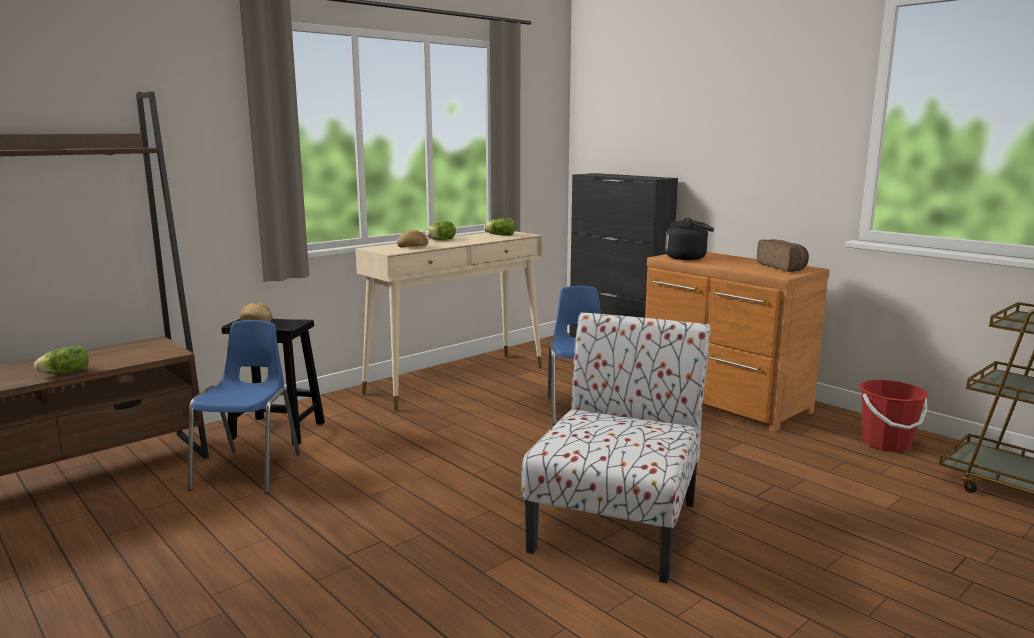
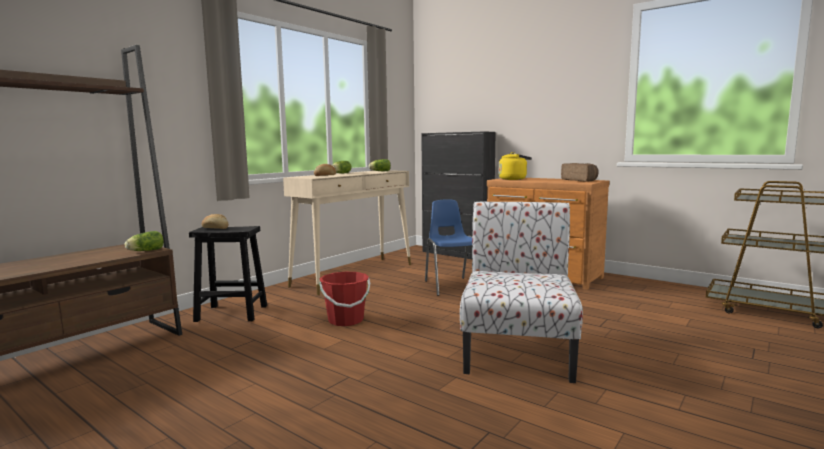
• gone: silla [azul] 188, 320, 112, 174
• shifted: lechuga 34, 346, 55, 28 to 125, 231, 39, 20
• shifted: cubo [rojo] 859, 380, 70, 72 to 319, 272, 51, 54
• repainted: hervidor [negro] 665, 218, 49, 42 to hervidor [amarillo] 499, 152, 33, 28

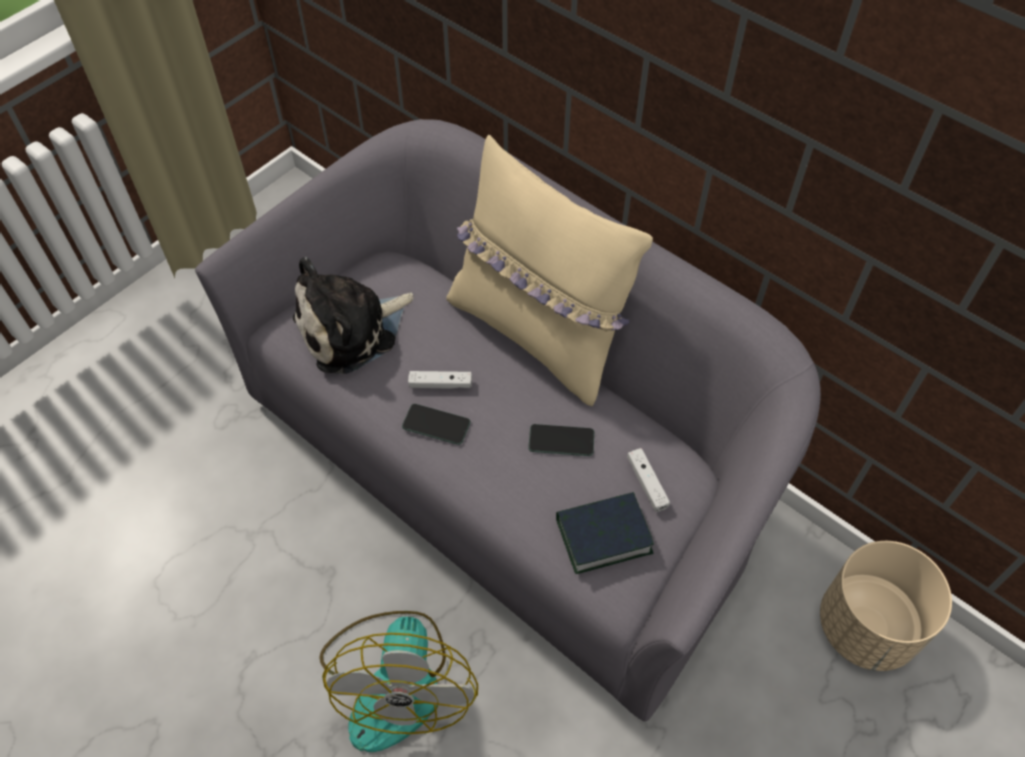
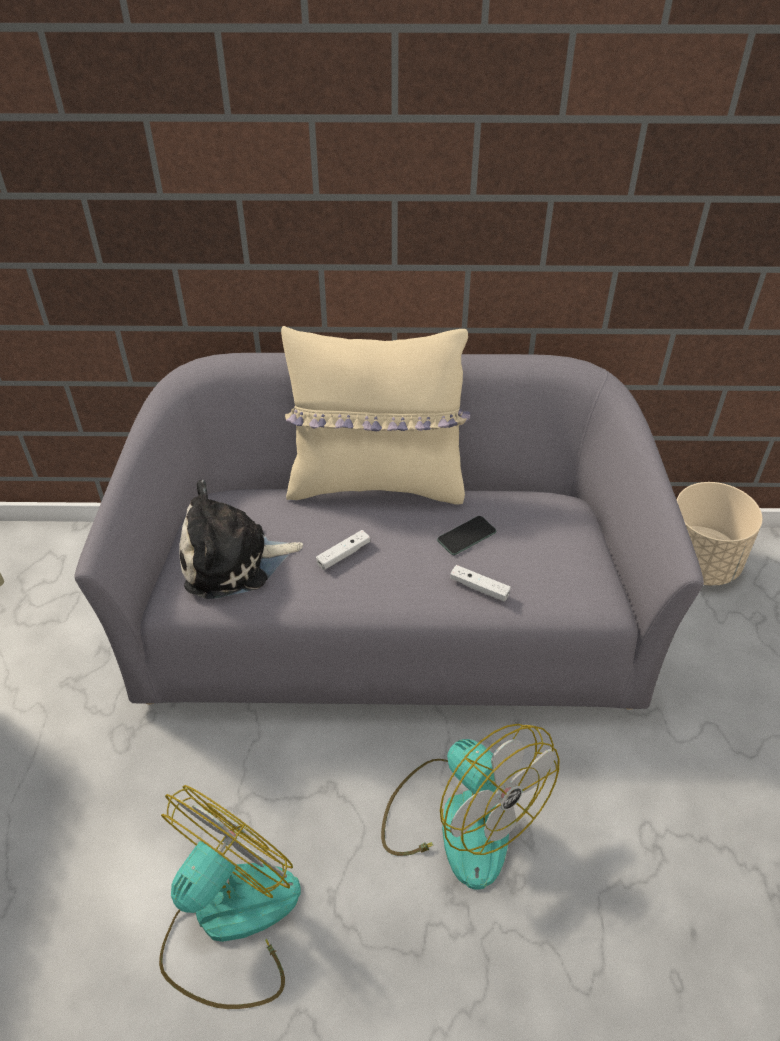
• gone: móvil 402, 404, 69, 41
• gone: libro 556, 492, 98, 82
• new: ventilador 159, 785, 142, 224
• shifted: mando de consola [blanco] 627, 448, 43, 64 to 450, 565, 61, 36
• rotated: peluche 293, 257, 121, 117 = 179, 480, 124, 119 60 degrees clockwise

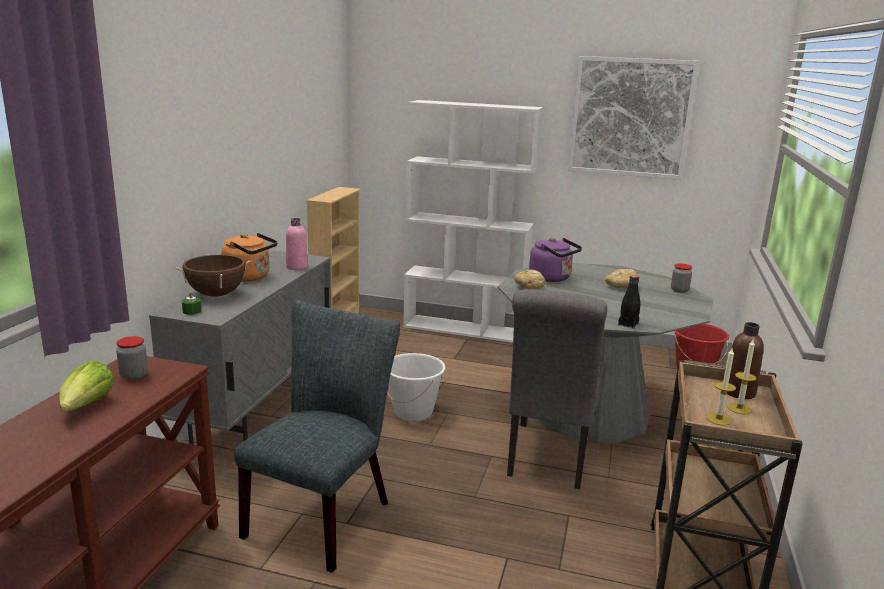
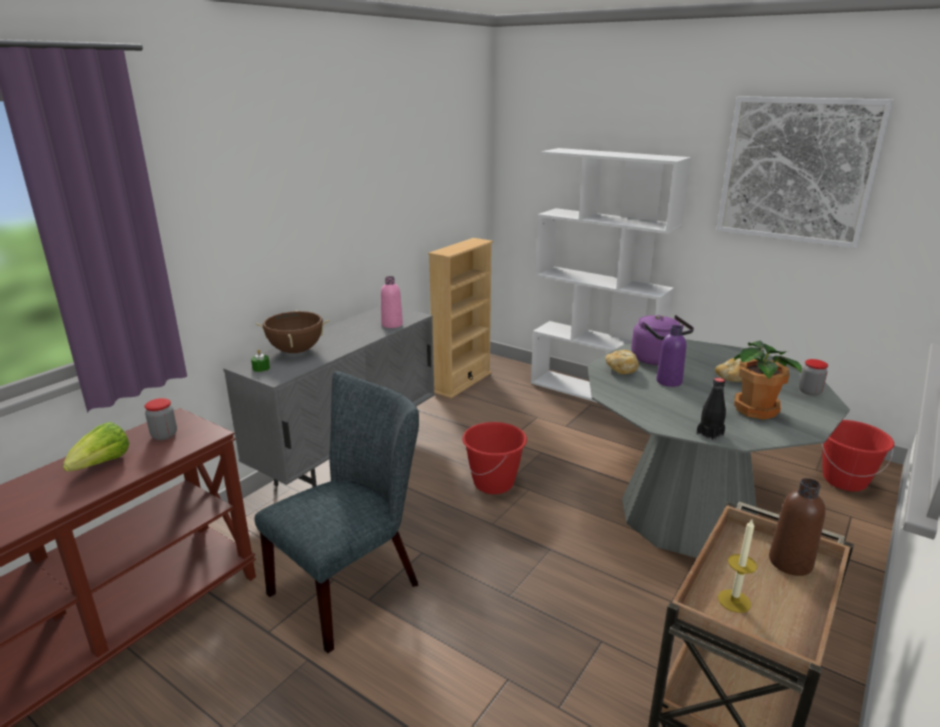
• gone: hervidor [naranja] 221, 233, 57, 49
• gone: silla [gris] 507, 289, 100, 200
• gone: vela 727, 340, 30, 74
• new: botella [morado] 656, 325, 30, 62
• new: planta en maceta 734, 340, 68, 80
• repainted: cubo [blanco] 387, 353, 58, 68 to cubo [rojo] 462, 422, 65, 72

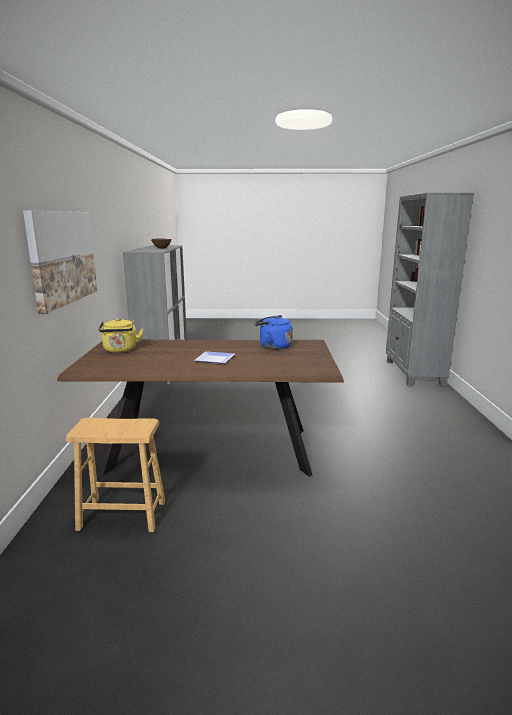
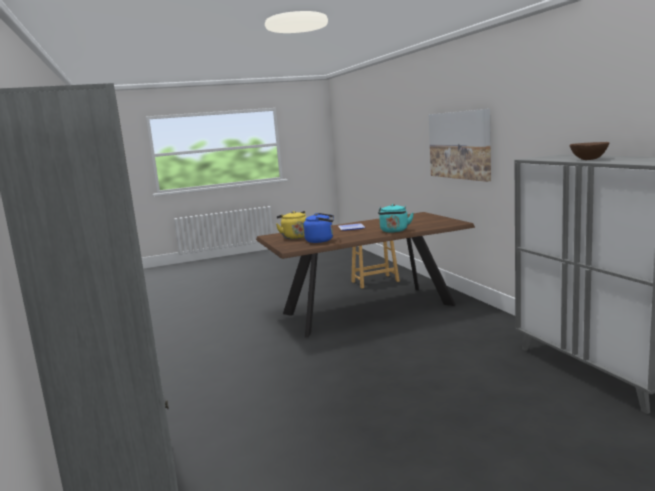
• new: hervidor [turquesa] 378, 204, 36, 29
• shifted: hervidor [amarillo] 98, 318, 45, 35 to 276, 211, 31, 28

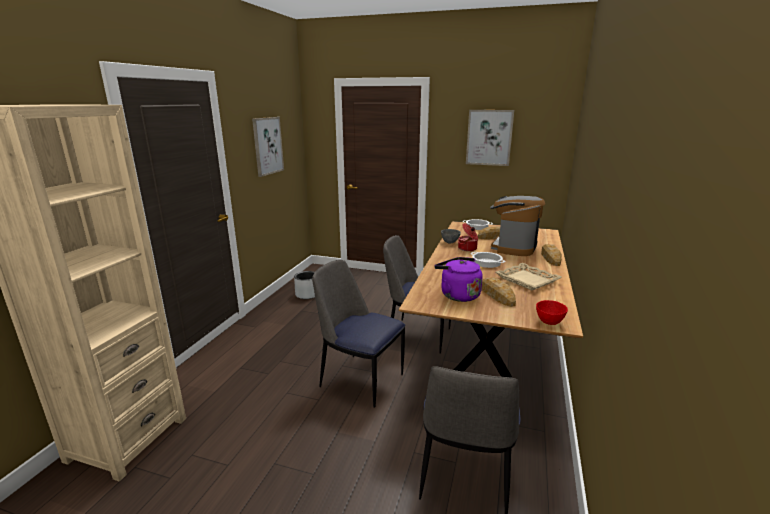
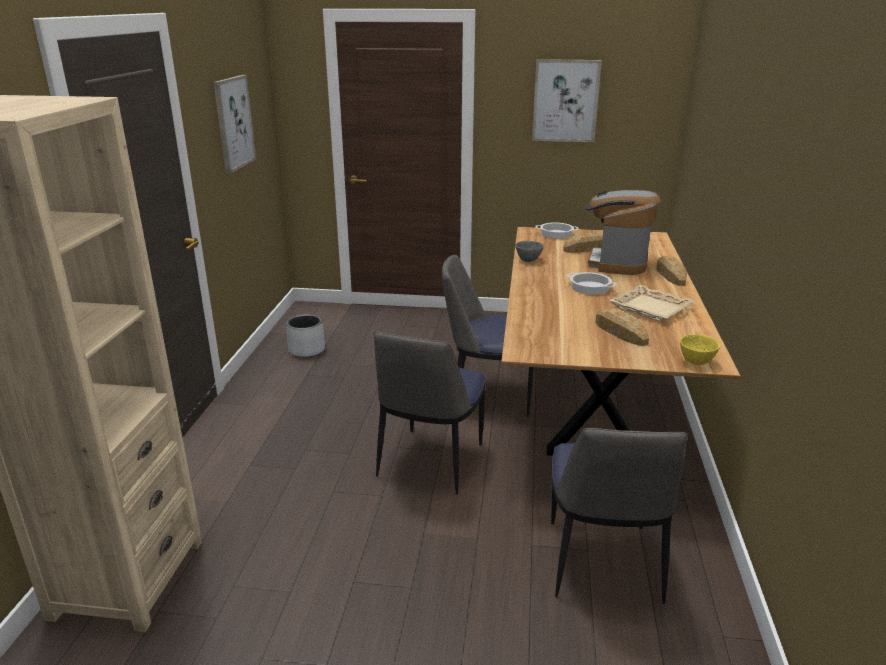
• gone: hervidor [morado] 435, 257, 47, 45
• gone: olla 458, 223, 20, 28
• repainted: cuenco [rojo] 536, 300, 32, 25 to cuenco [amarillo] 680, 334, 40, 31
• rotated: silla 312, 260, 93, 148 = 374, 332, 112, 163 90 degrees counterclockwise

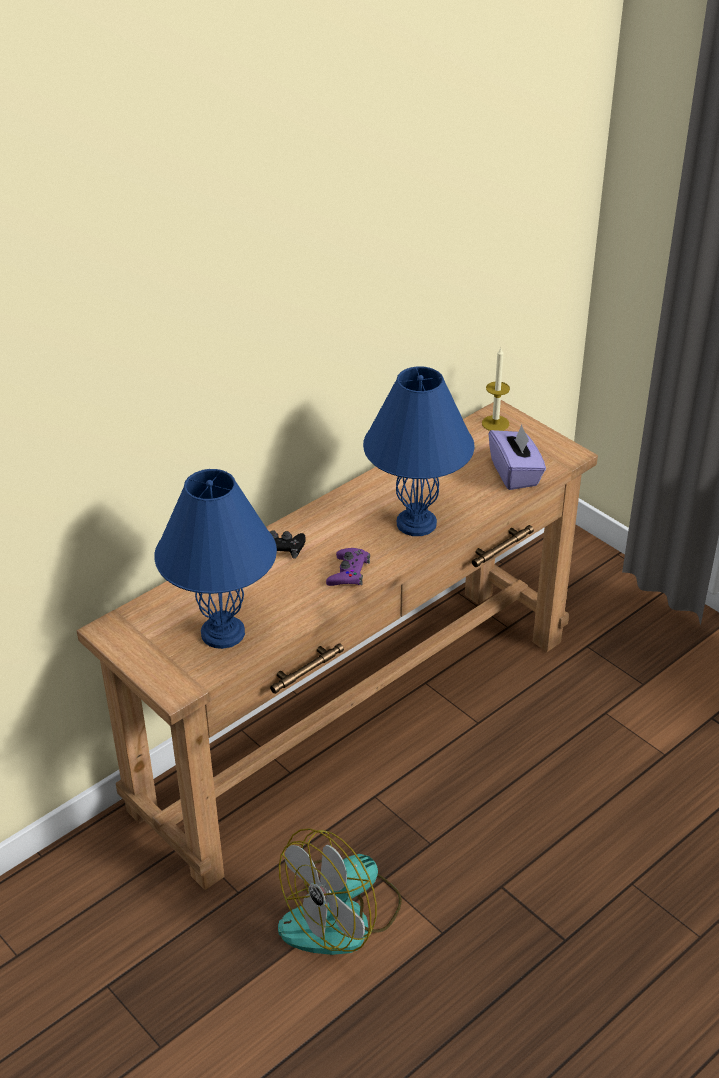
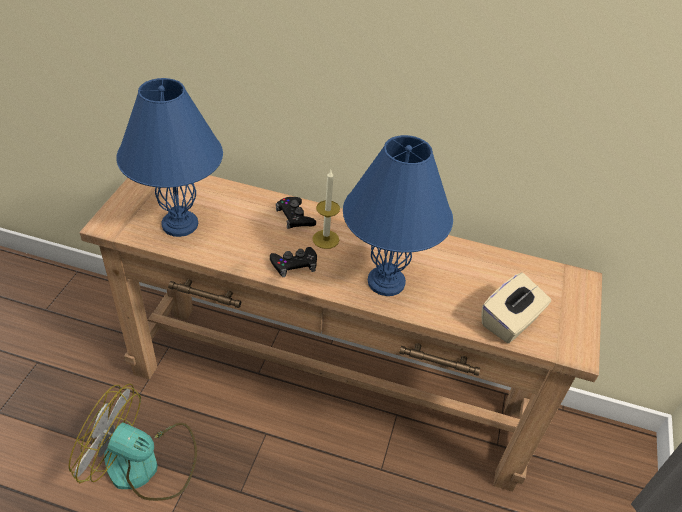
• shifted: vela 482, 348, 28, 83 to 313, 170, 27, 79
• repainted: mando de consola [morado] 326, 548, 44, 38 to mando de consola [negro] 270, 247, 47, 30
• repainted: caja de pañuelos [morado] 489, 425, 57, 65 to caja de pañuelos [beis] 481, 273, 70, 70

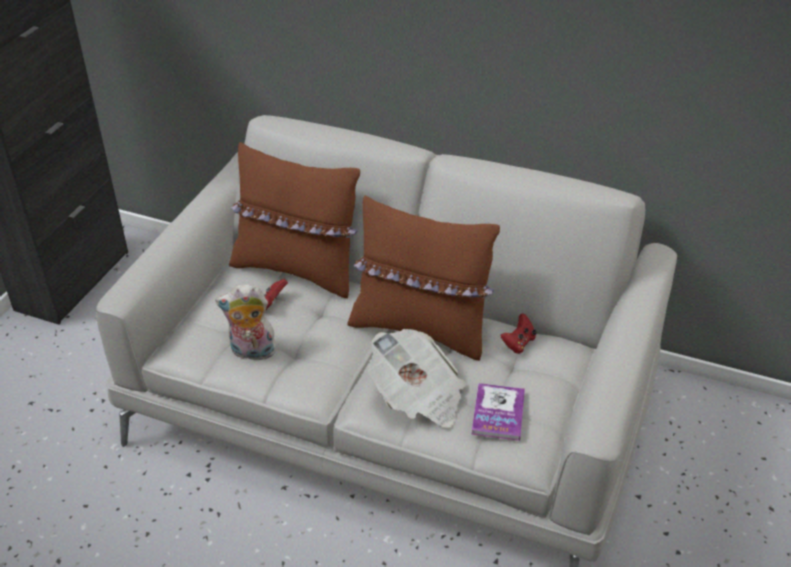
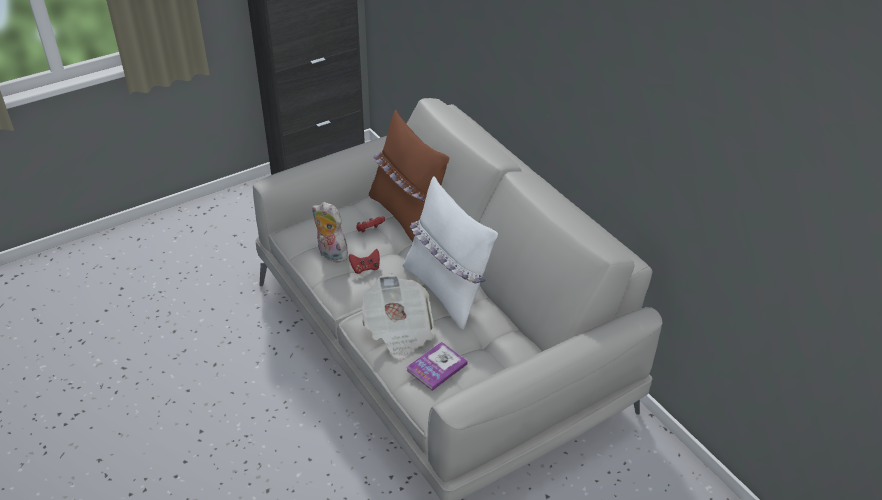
• shifted: mando de consola [rojo] 501, 313, 36, 41 to 349, 249, 31, 25
• repainted: cojín [marrón] 348, 195, 152, 165 to cojín [blanco] 403, 176, 95, 154

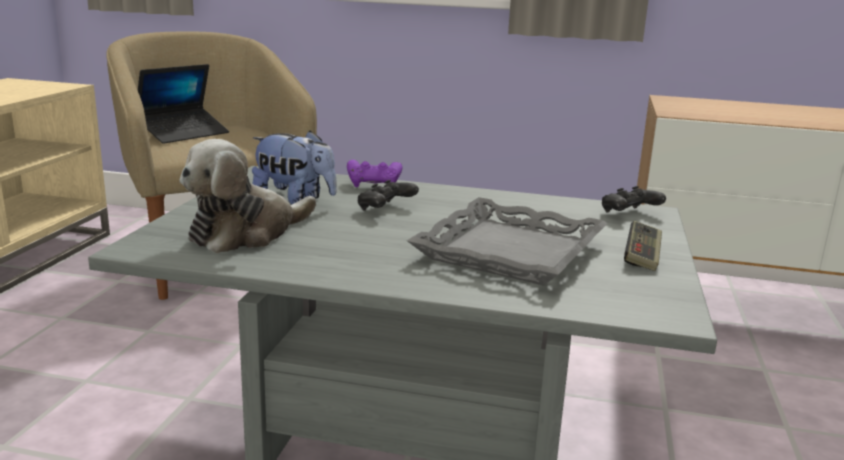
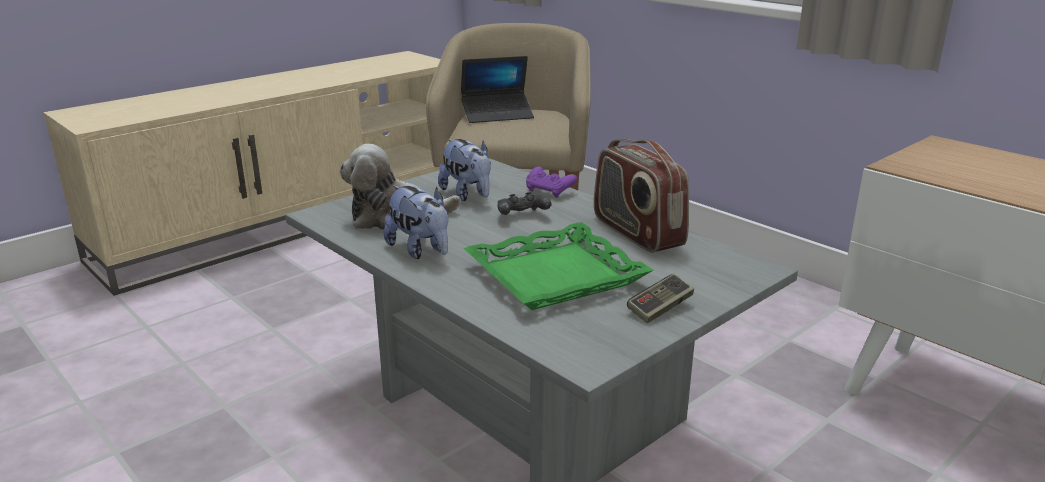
• gone: mando de consola [negro] 602, 186, 64, 27
• new: peluche 384, 186, 64, 73
• new: radio 594, 139, 95, 114
• repainted: bandeja [gris] 407, 197, 201, 88 to bandeja [verde] 464, 222, 189, 88

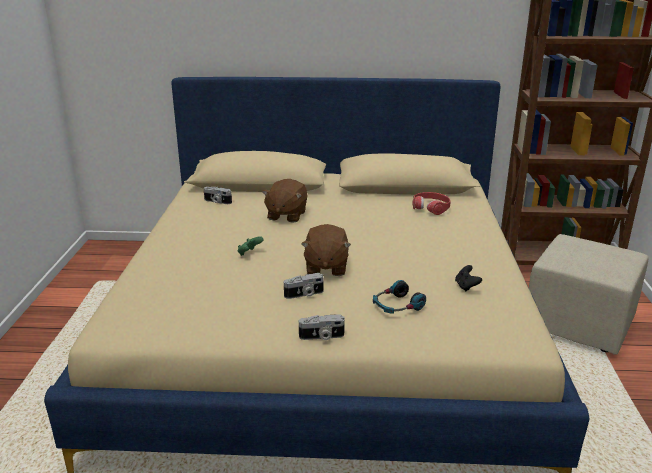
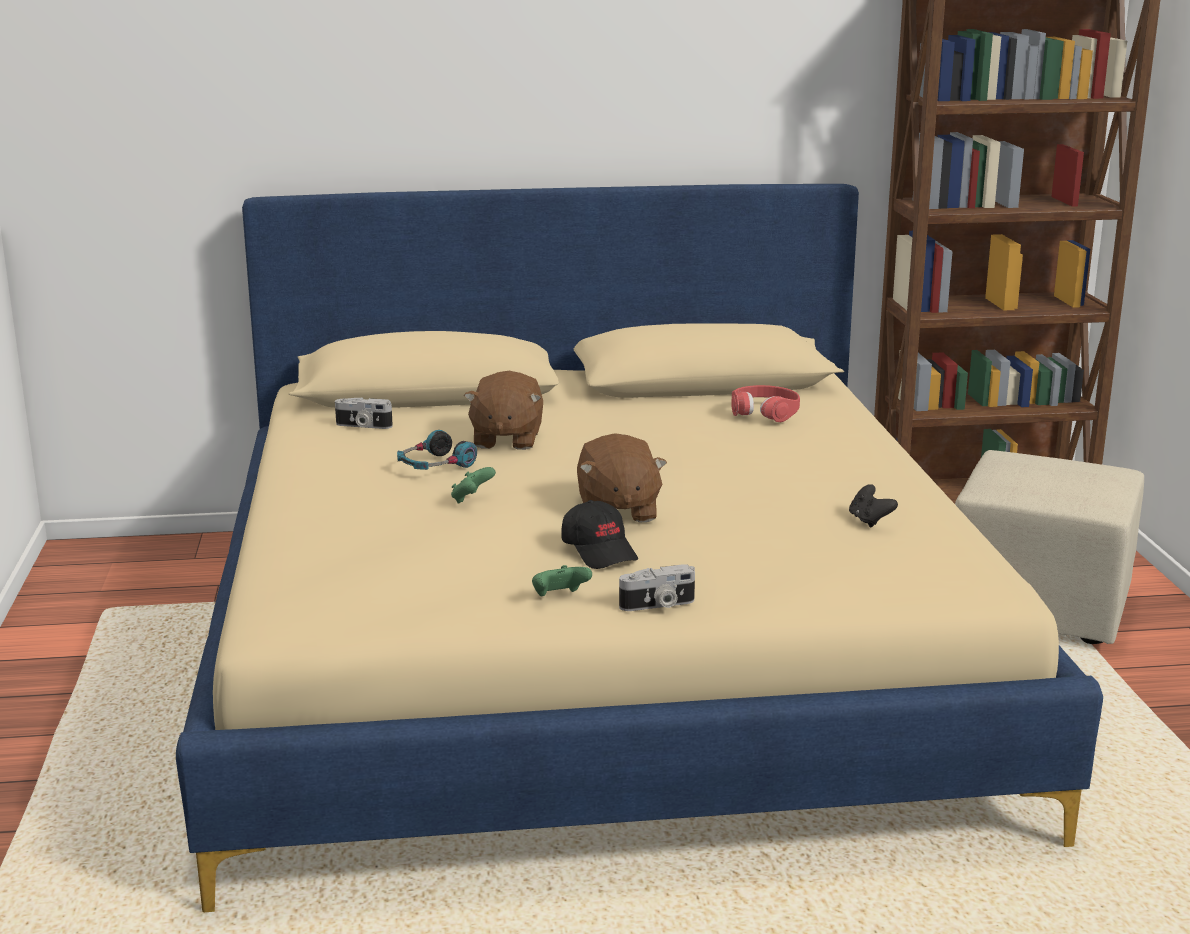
• new: mando de consola [verde] 532, 565, 60, 31
• shifted: auriculares 373, 280, 53, 34 to 397, 430, 80, 40
• swapped: cámara 284, 273, 40, 26 to gorra [negro] 561, 500, 77, 69

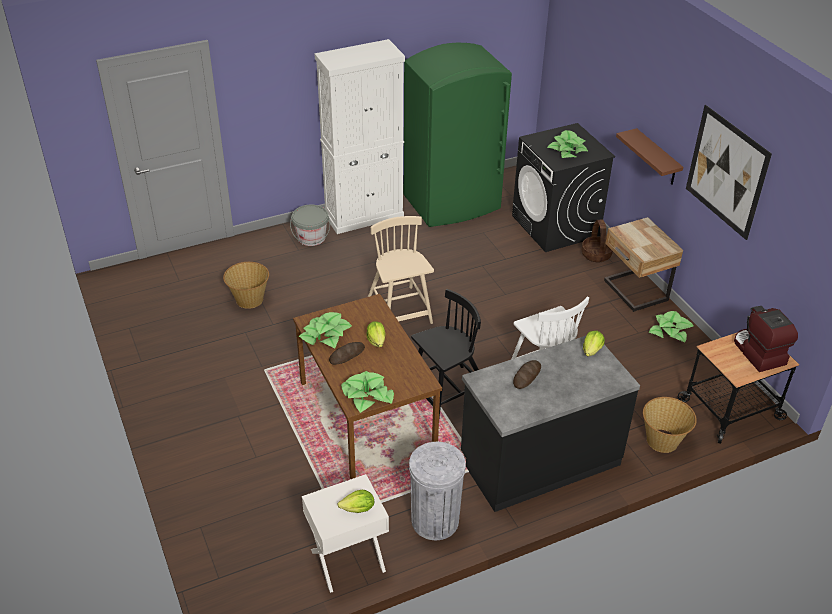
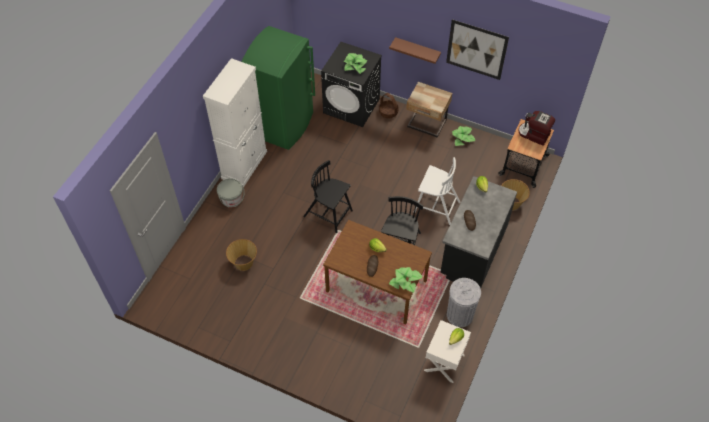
• gone: planta en maceta 299, 312, 53, 36
• repainted: silla [beis] 368, 216, 66, 108 to silla [negro] 303, 160, 50, 73

